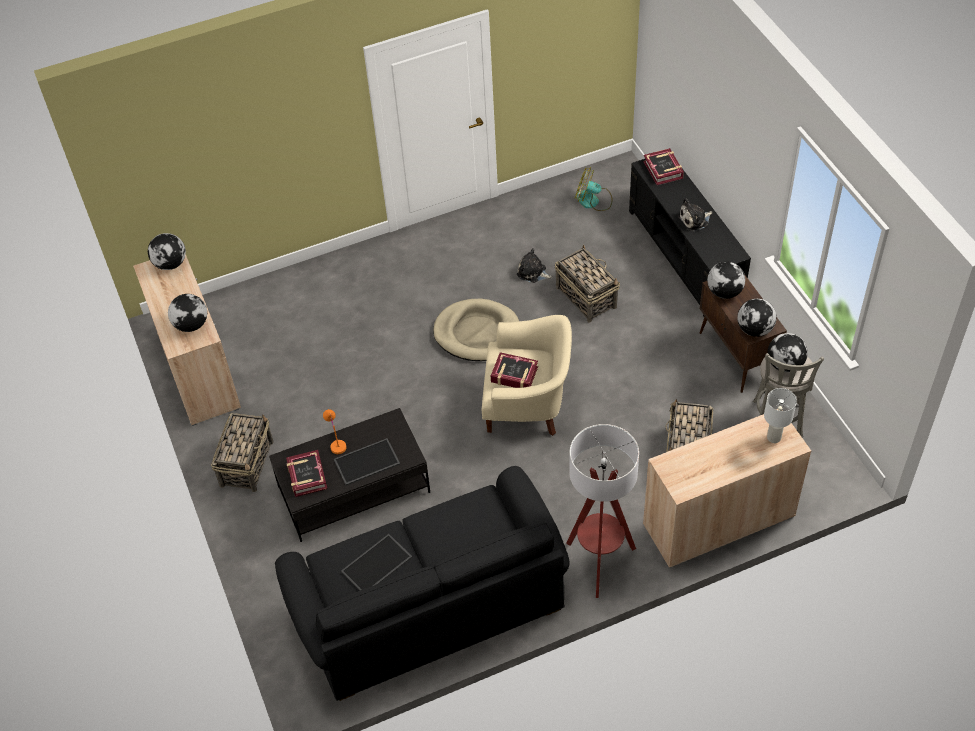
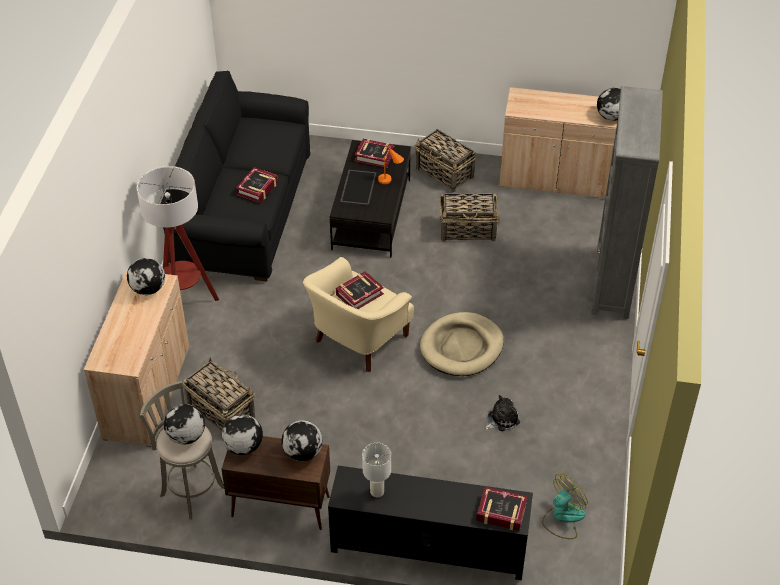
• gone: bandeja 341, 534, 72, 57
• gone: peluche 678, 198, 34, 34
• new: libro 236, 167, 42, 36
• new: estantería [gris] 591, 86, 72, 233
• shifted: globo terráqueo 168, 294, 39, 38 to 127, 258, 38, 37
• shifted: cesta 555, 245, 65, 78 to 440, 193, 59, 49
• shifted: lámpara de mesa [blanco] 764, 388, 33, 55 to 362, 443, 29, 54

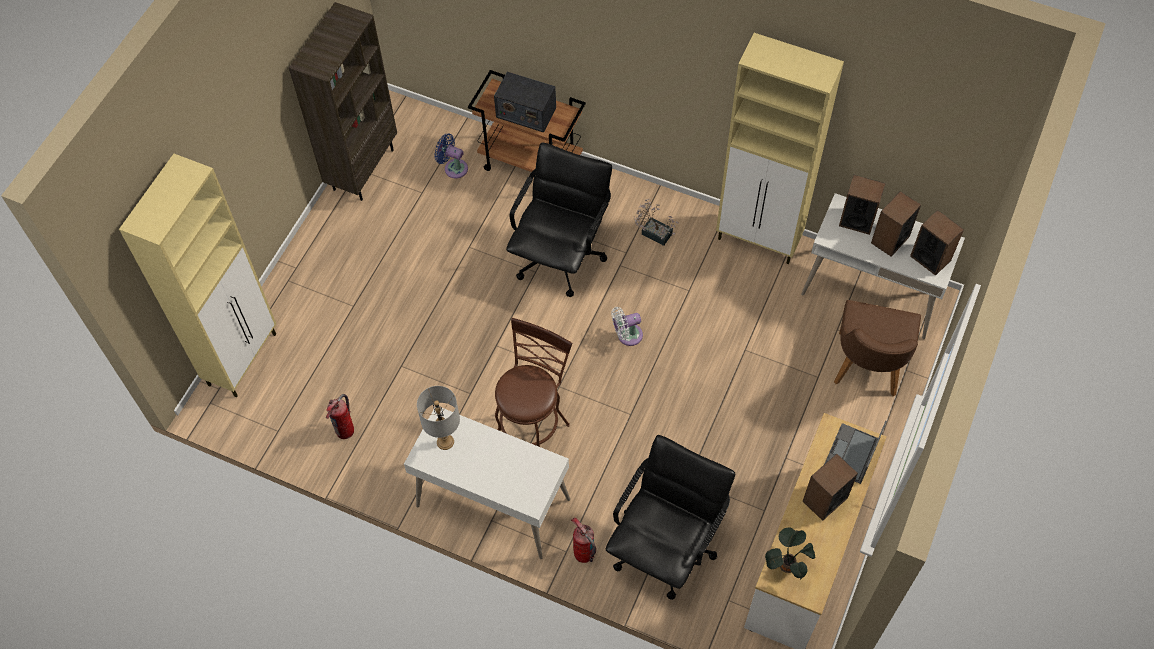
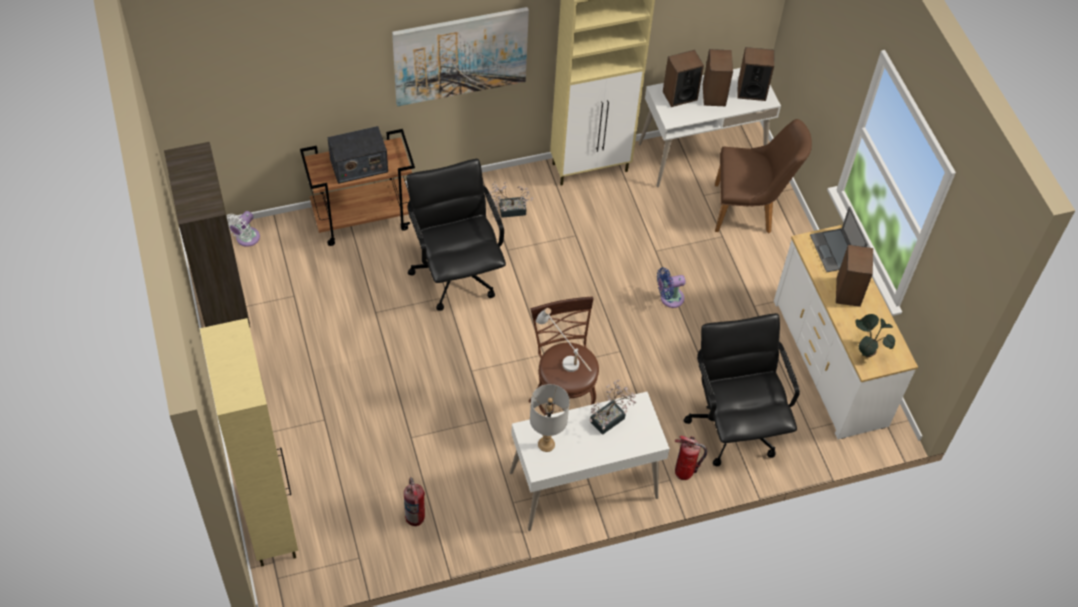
• new: cuadro 392, 7, 137, 99
• new: lámpara de mesa [blanco] 536, 308, 56, 64
• new: planta en maceta 589, 380, 47, 55
• shifted: ventilador [azul] 434, 133, 34, 45 to 657, 267, 29, 41
• shifted: ventilador [blanco] 611, 307, 32, 39 to 226, 211, 34, 36
• rotated: silla [marrón] 834, 300, 87, 96 = 715, 119, 97, 114 60 degrees counterclockwise

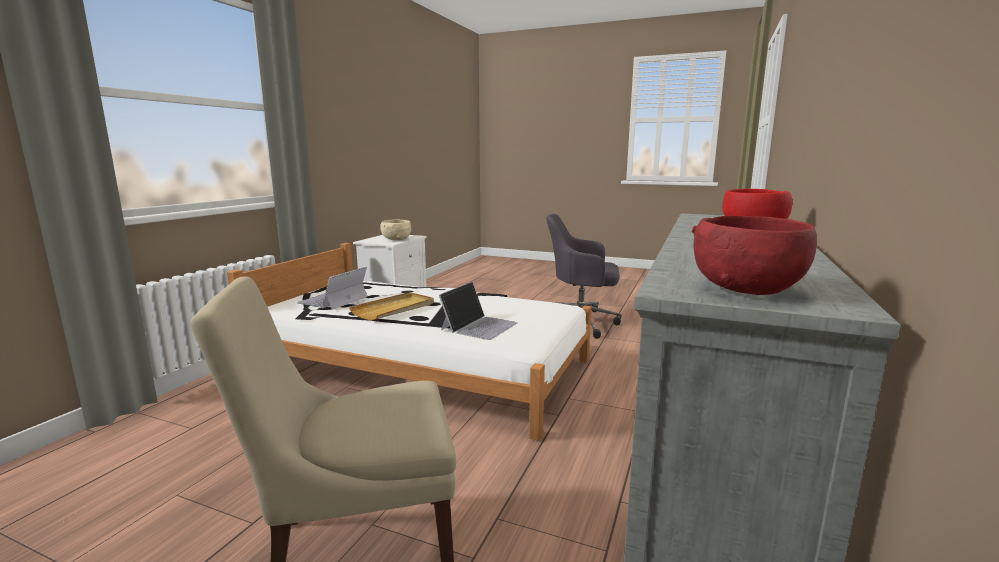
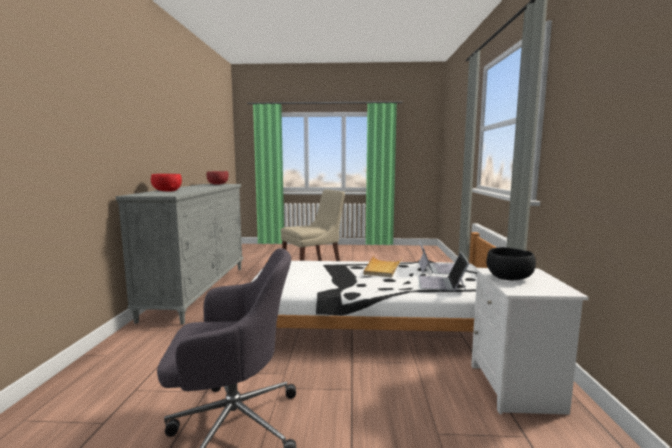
• shifted: portátil 439, 282, 78, 58 to 418, 252, 51, 39
• repainted: cuenco [beis] 380, 220, 31, 20 to cuenco [negro] 486, 247, 50, 33

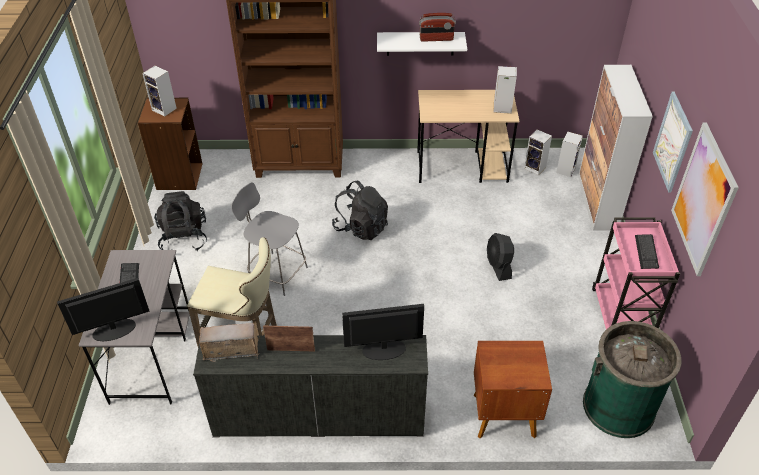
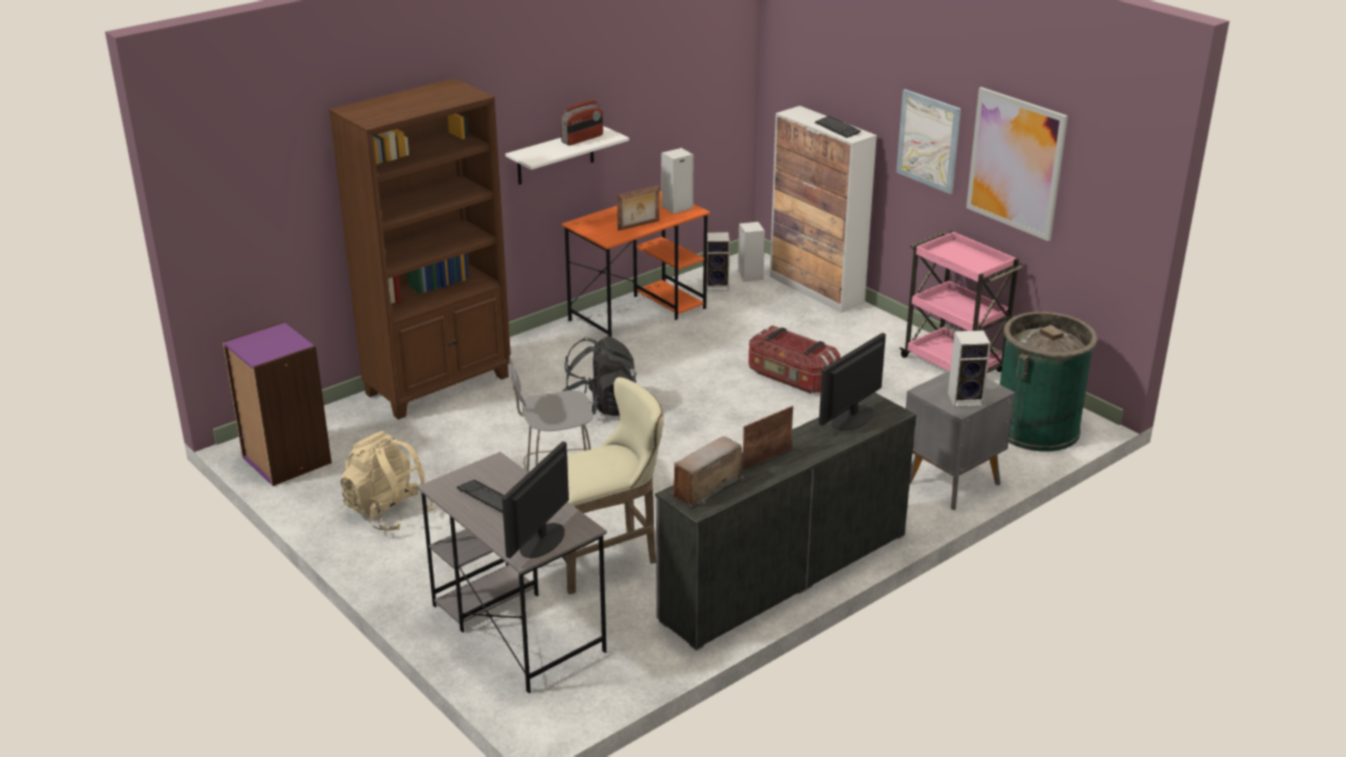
• new: portarretratos 617, 185, 42, 46
• shifted: altavoz 142, 66, 35, 51 to 948, 330, 43, 77
• shifted: teclado 635, 234, 24, 35 to 814, 116, 47, 22
• swapped: ventilador [negro] 487, 233, 27, 48 to caja de almacenaje 749, 325, 91, 68
• repainted: estantería [marrón] 138, 98, 65, 92 to estantería [morado] 223, 321, 109, 165
• repainted: mochila [negro] 154, 191, 53, 60 to mochila [beis] 340, 431, 94, 100
• repainted: escritorio [beis] 417, 90, 103, 93 to escritorio [naranja] 562, 191, 148, 146
• repainted: mesita de noche [marrón] 474, 341, 78, 97 to mesita de noche [gris] 906, 371, 109, 139

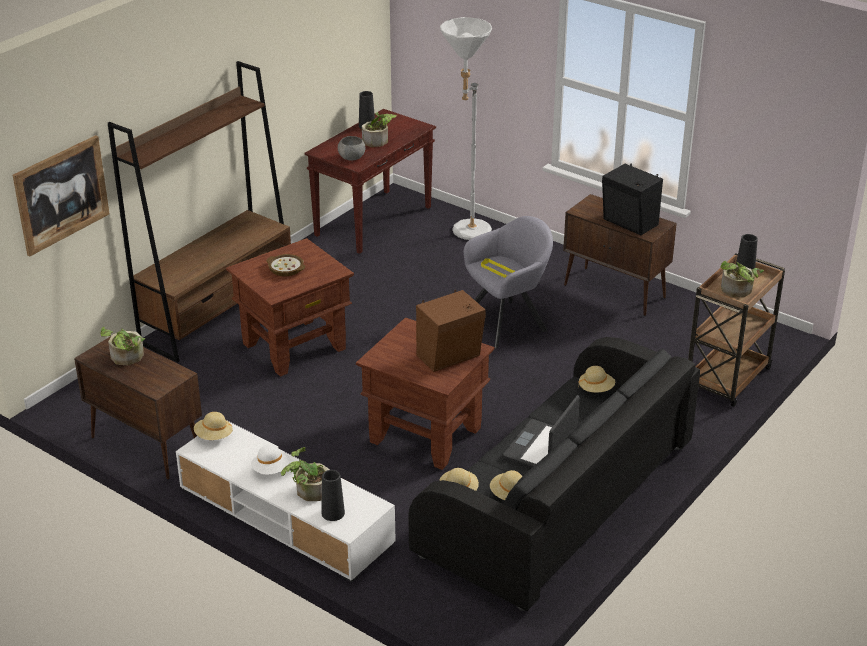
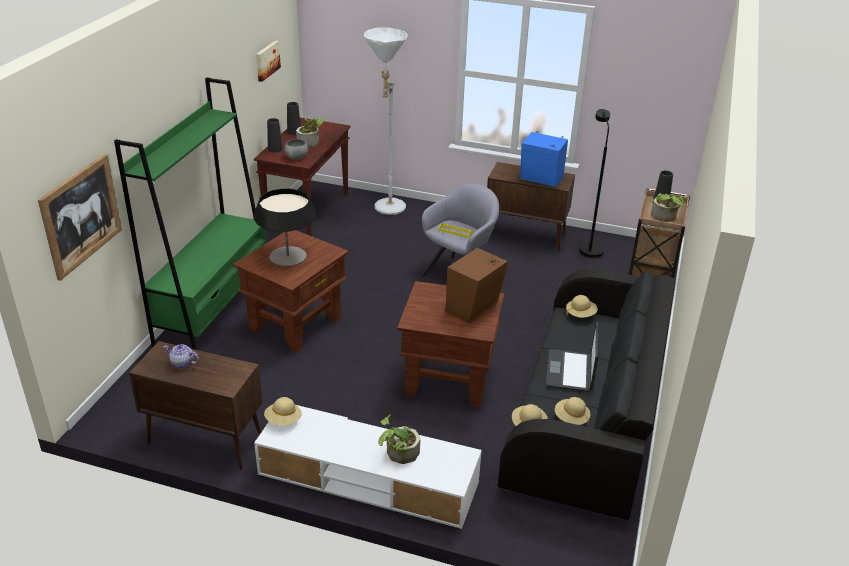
• gone: sombrero [blanco] 251, 445, 40, 30
• new: cuadro 256, 41, 25, 41
• new: lámpara de pie [negro] 579, 109, 31, 149
• shifted: florero [negro] 321, 470, 24, 51 to 267, 118, 16, 35
• swapped: planta en maceta 100, 327, 45, 38 to tetera 163, 344, 36, 25
• swapped: cuenco 266, 254, 39, 22 to lámpara de mesa 254, 189, 62, 78
• repainted: estantería [marrón] 108, 61, 183, 302 to estantería [verde] 114, 77, 153, 273
• repainted: altavoz [negro] 602, 163, 61, 72 to altavoz [azul] 520, 131, 48, 56

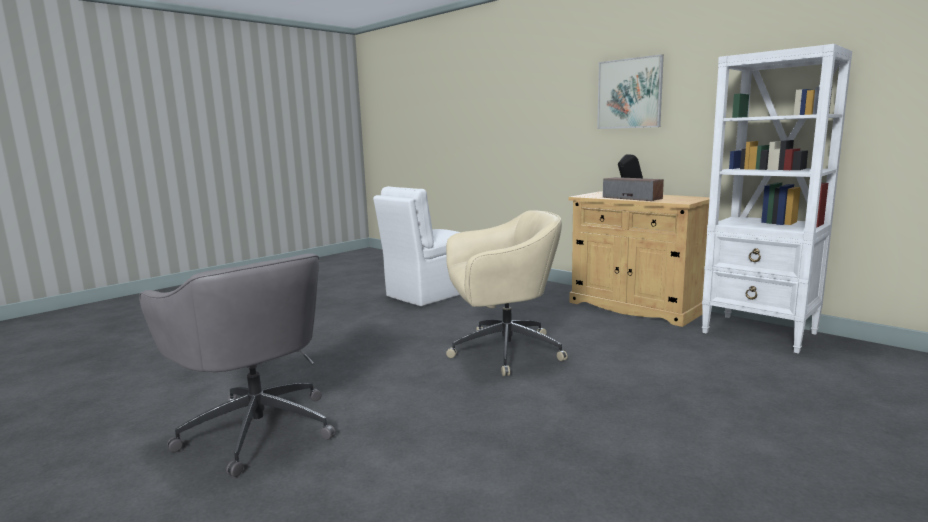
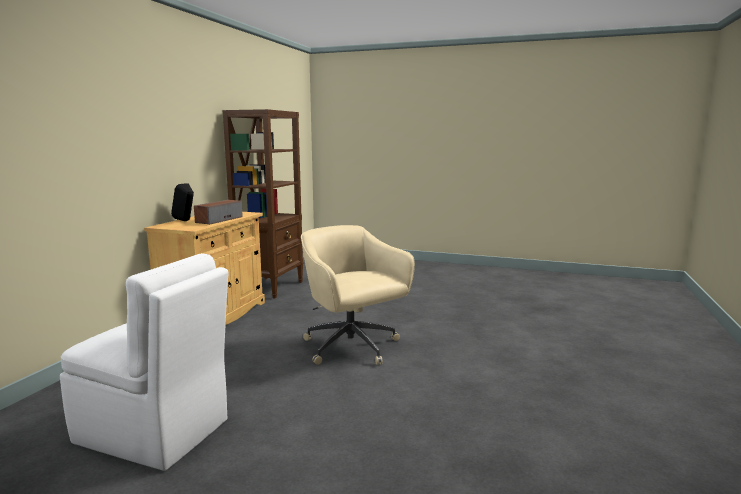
• gone: silla de oficina [gris] 139, 253, 197, 224
• gone: cuadro 597, 54, 67, 75
• repainted: estantería [blanco] 702, 44, 150, 310 to estantería [marrón] 223, 109, 80, 189

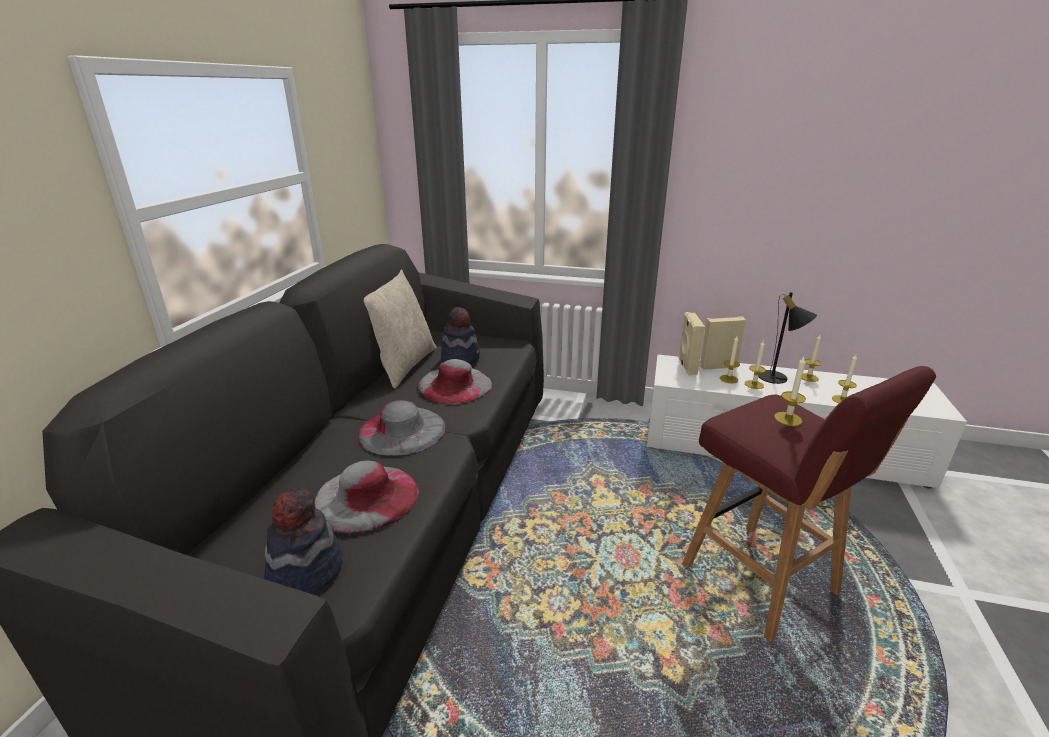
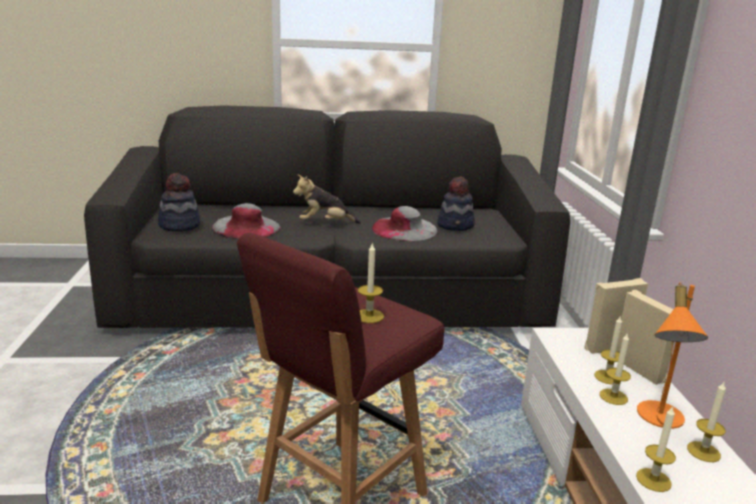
• gone: cojín [beis] 364, 269, 73, 120
• swapped: sombrero [gris] 358, 400, 87, 56 to peluche 293, 174, 68, 50
• repainted: lámpara de mesa [negro] 758, 292, 59, 92 to lámpara de mesa [naranja] 637, 282, 71, 147

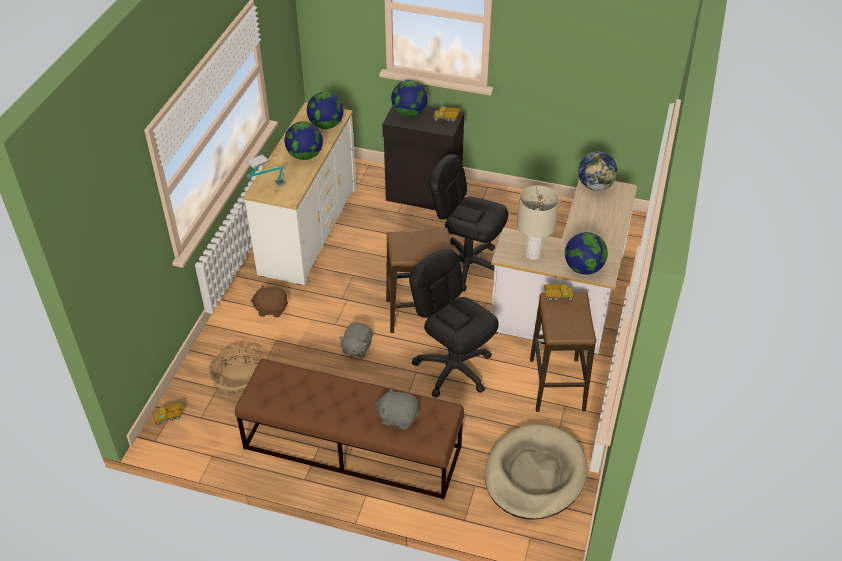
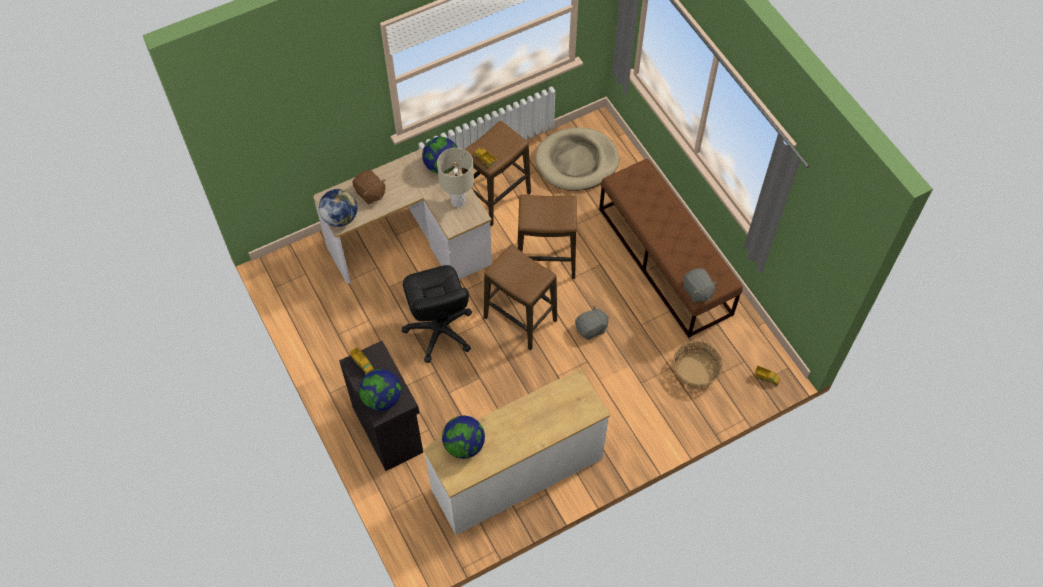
• gone: lámpara de mesa 247, 154, 39, 33
• gone: globo terráqueo 284, 121, 39, 39
• shifted: peluche [marrón] 251, 285, 37, 32 to 352, 170, 34, 34
• shifted: peluche [gris] 375, 387, 44, 43 to 683, 268, 35, 35
• swapped: silla de oficina [negro] 409, 249, 90, 149 to taburete 517, 194, 60, 85

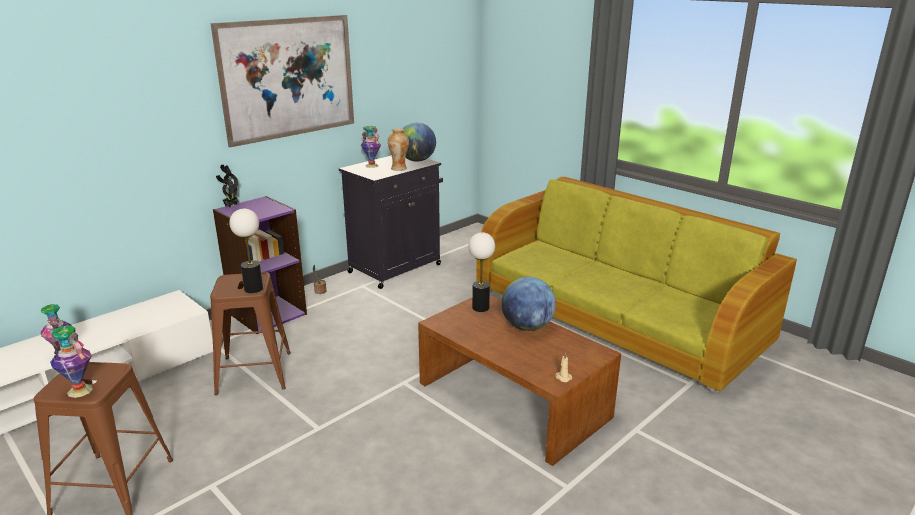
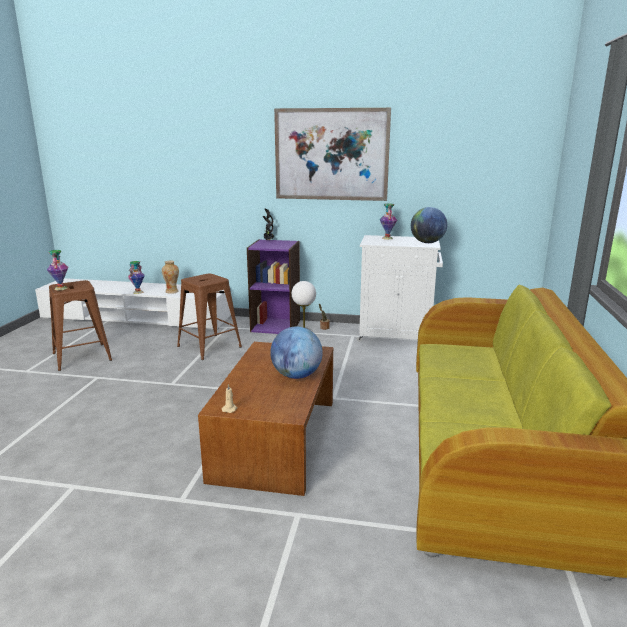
• gone: lámpara de mesa 229, 209, 34, 84
• shifted: florero 388, 128, 21, 43 to 162, 261, 17, 33
• repainted: armario [negro] 339, 156, 104, 133 to armario [blanco] 357, 235, 86, 107

